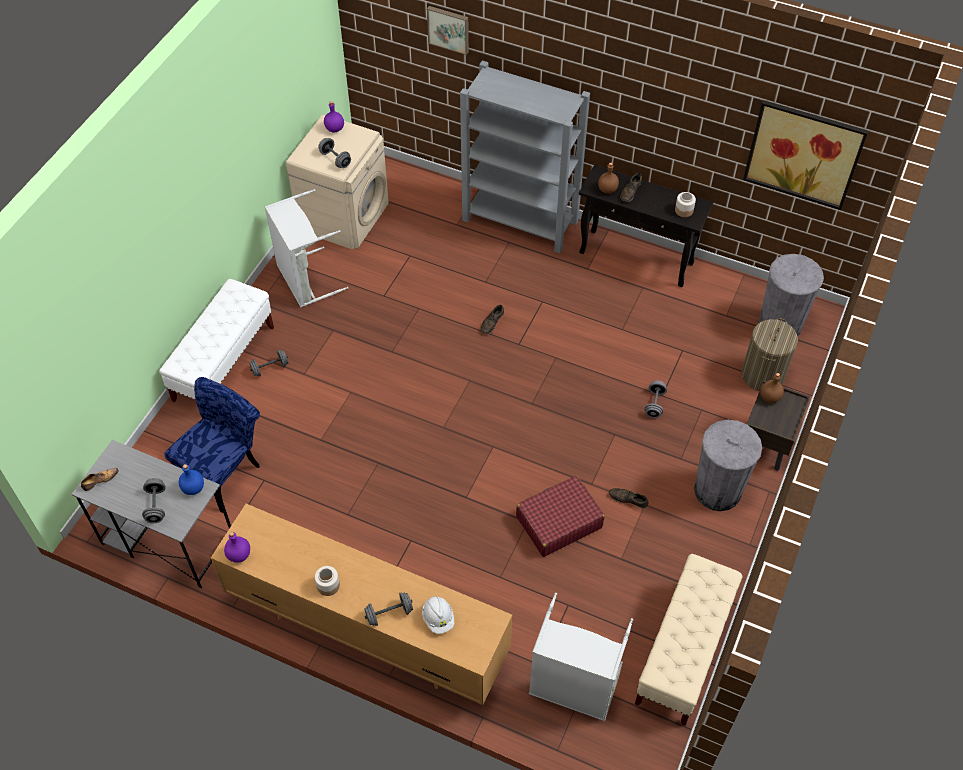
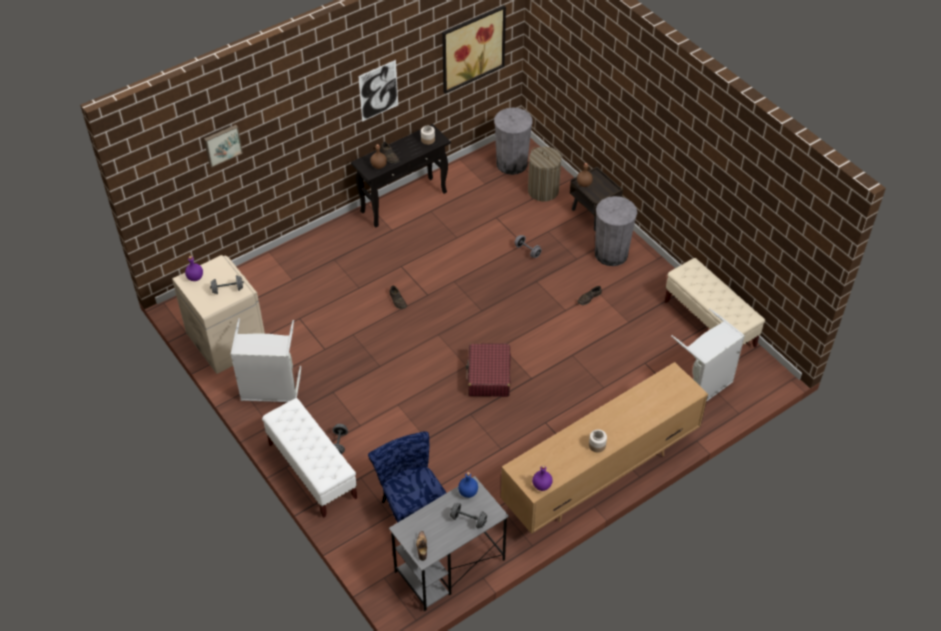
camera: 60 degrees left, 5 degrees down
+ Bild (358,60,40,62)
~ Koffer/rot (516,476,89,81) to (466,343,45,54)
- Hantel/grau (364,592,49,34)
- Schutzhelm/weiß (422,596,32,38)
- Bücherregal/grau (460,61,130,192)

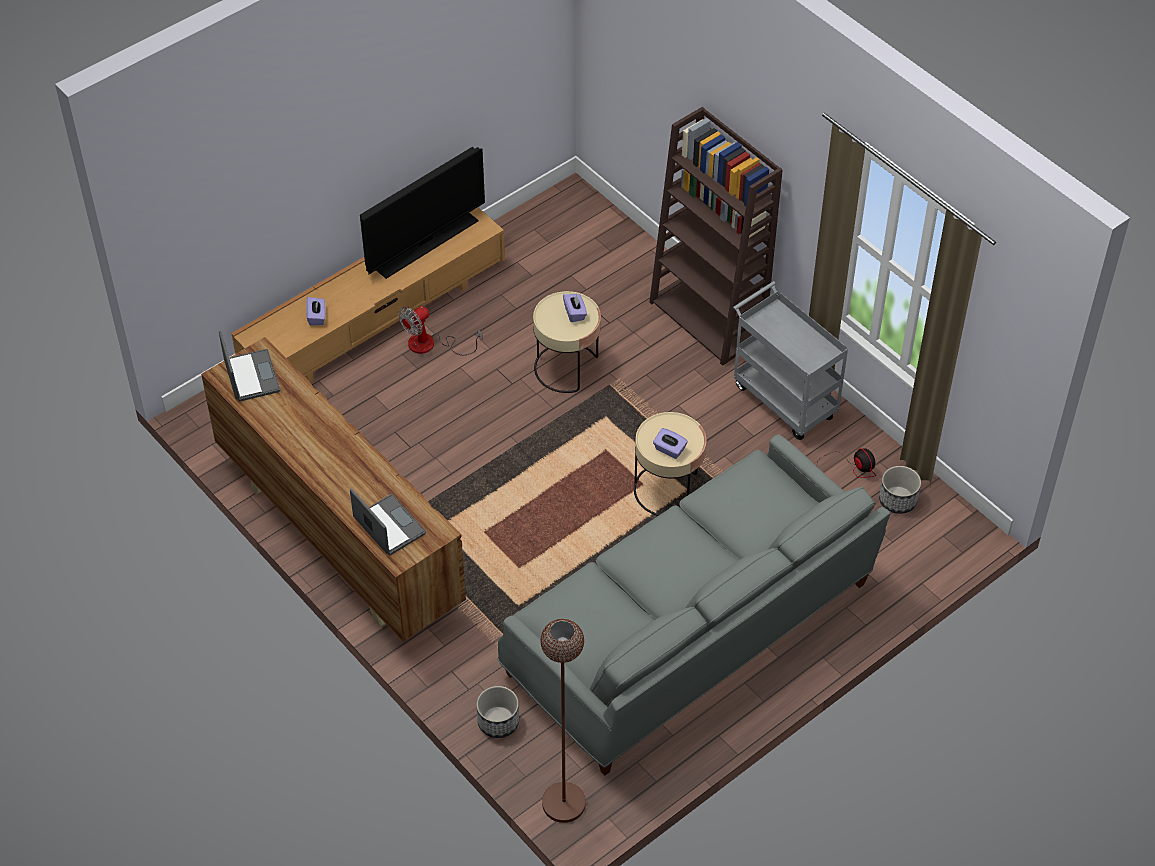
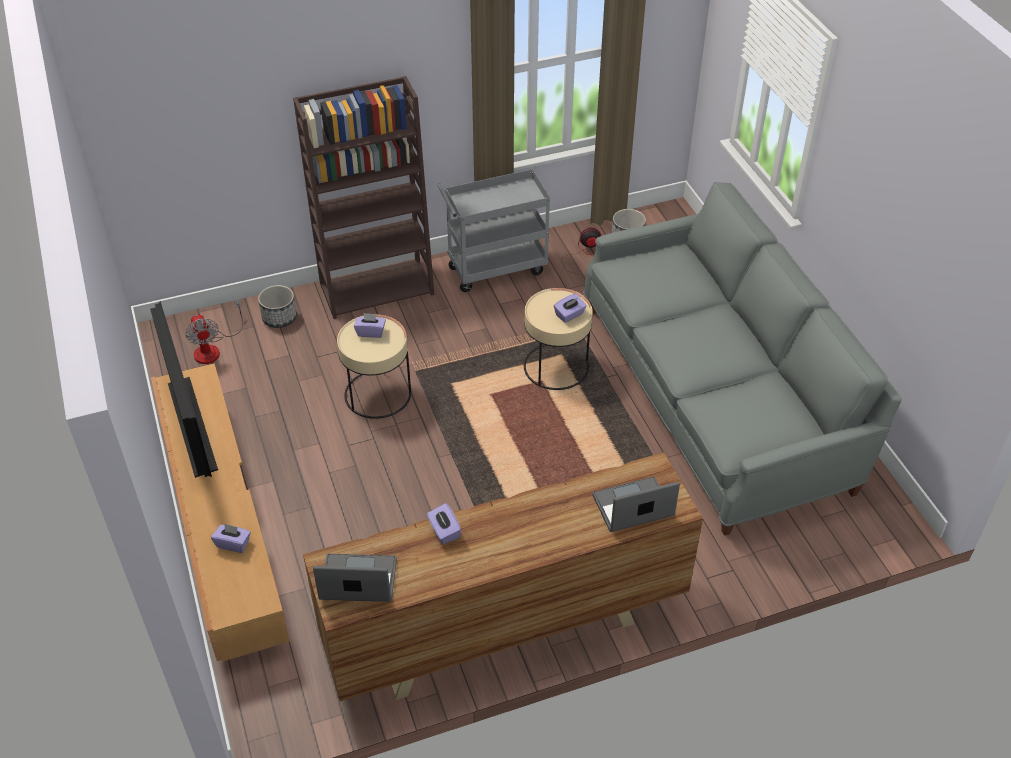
camera: 70 degrees left, 5 degrees down
~ Ventilator (399,306,84,49) to (186,299,57,65)
~ Pflanzkübel (476,686,43,52) to (258,285,39,43)
+ Taschentuchbox/lila (427,503,34,41)
- Stehlampe/braun (541,619,45,204)

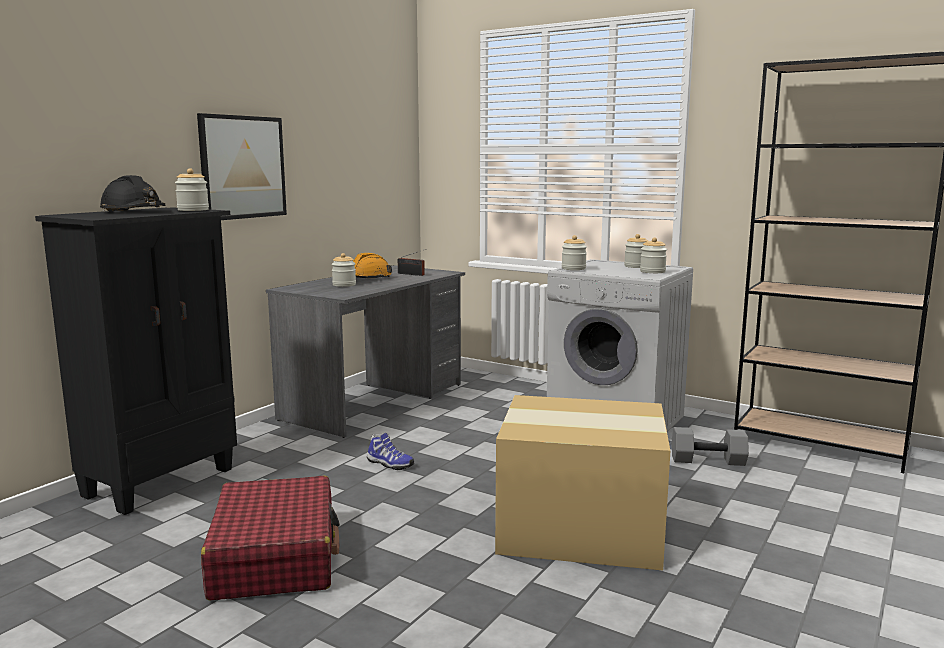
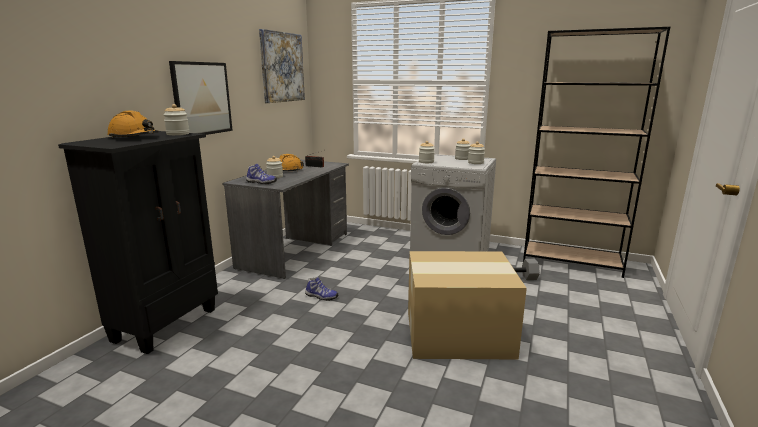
camera: 10 degrees left, 5 degrees up
~ Schutzhelm/schwarz (100,175,66,36) to Schutzhelm/orange (107,110,52,28)
+ Schuh (246,164,31,20)
+ Bild (259,29,46,74)
- Koffer/rot (201,476,139,124)

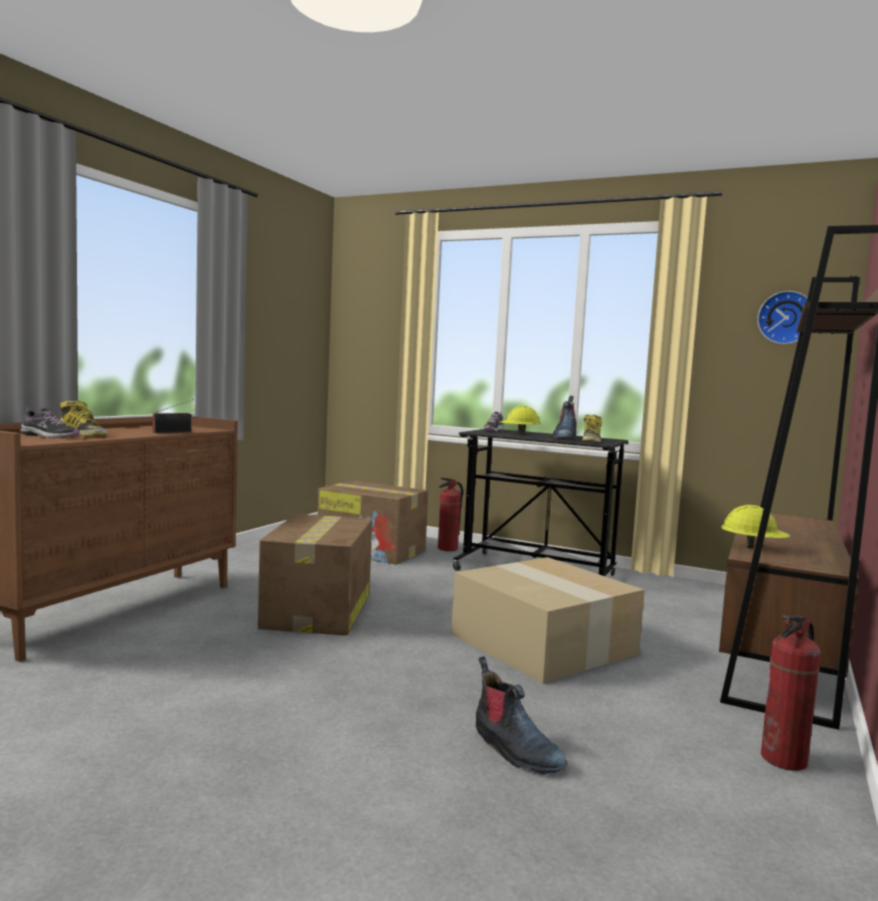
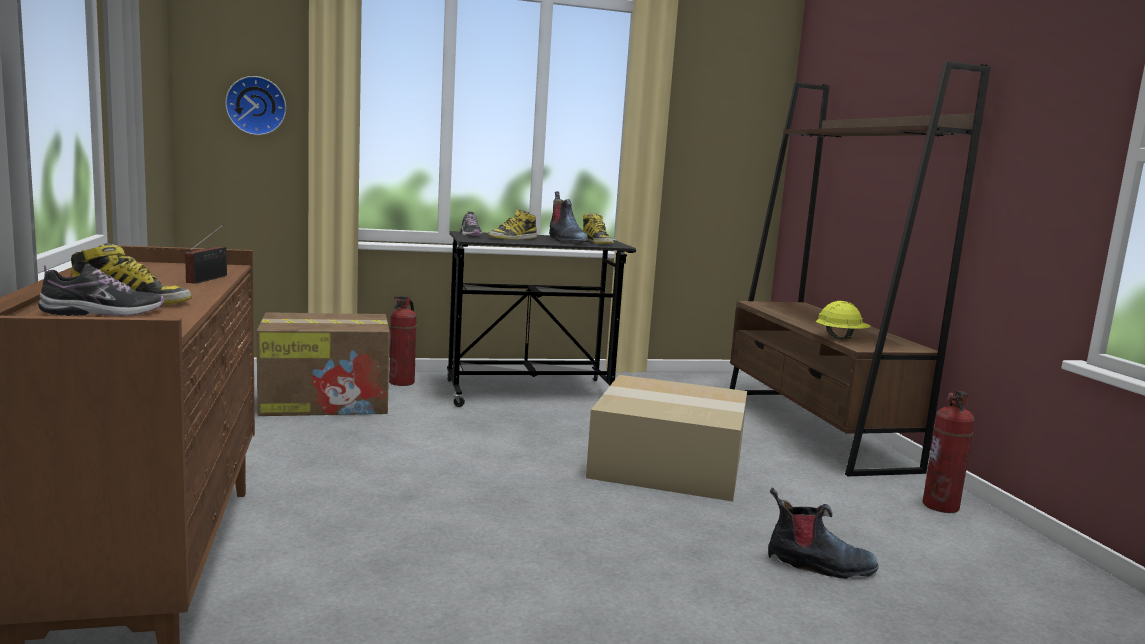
camera: 40 degrees left, 5 degrees up
~ Wanduhr (757,291,51,53) to (225,76,61,59)
~ Schutzhelm/gelb (500,406,41,28) to Stiefel (488,209,49,31)
- Karton (258,514,114,122)

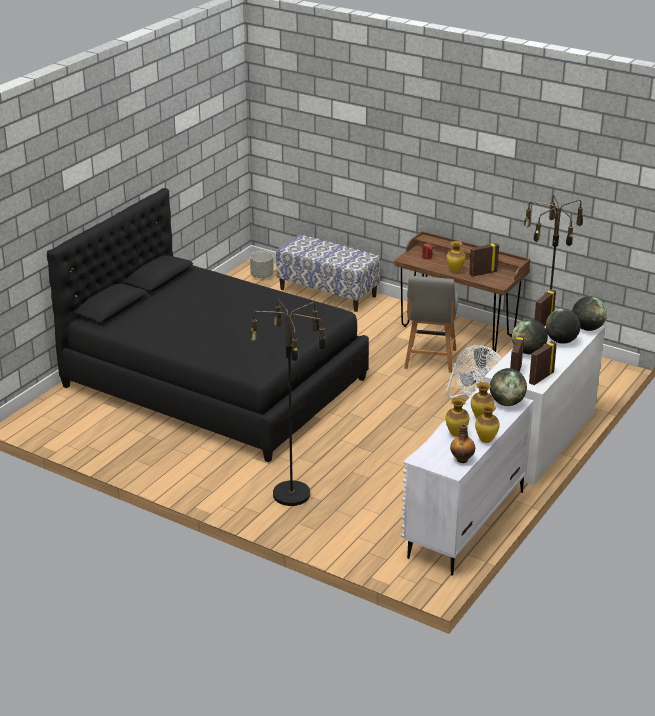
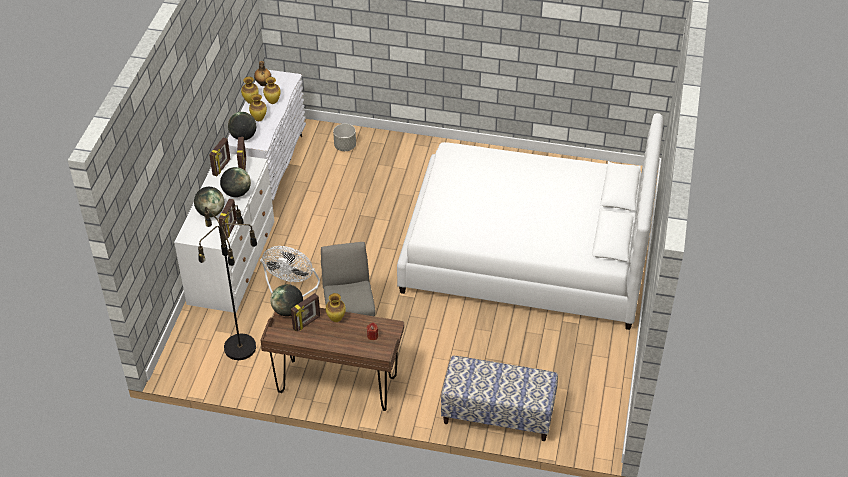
camera: 160 degrees right, 15 degrees up
~ Globus (572,296,35,35) to (270,284,33,32)
~ Pflanzkübel/grau (250,251,24,27) to (333,124,23,27)
~ Bett/schwarz (47,188,322,274) to Bett/weiß (397,113,267,217)
- Stehlampe (250,298,76,208)

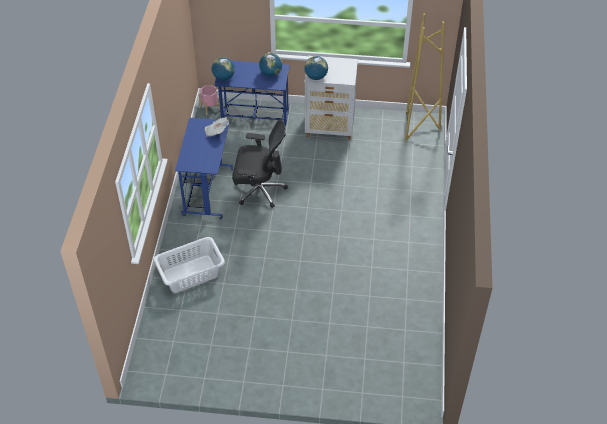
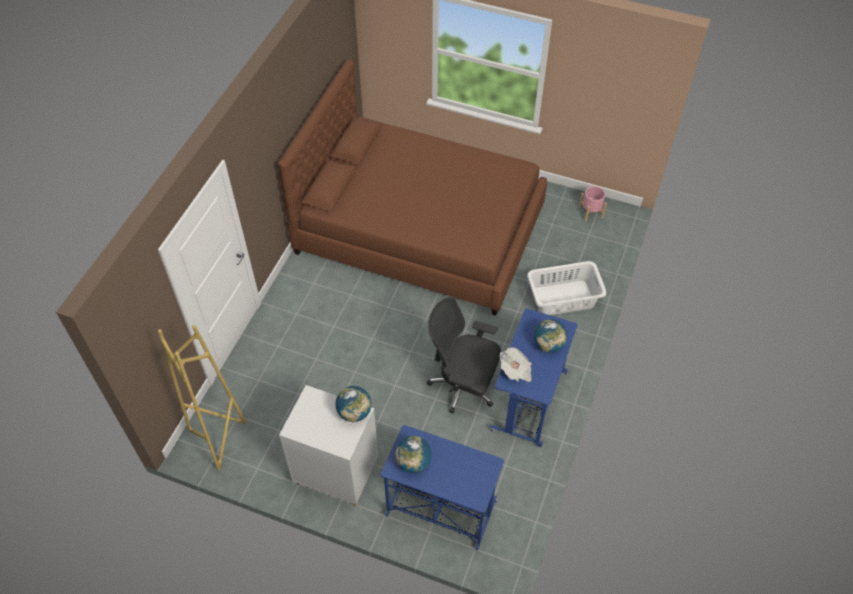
camera: 165 degrees left, 5 degrees up
+ Bett/braun (278,60,269,256)
~ Globus (212,57,23,24) to (534,319,34,34)
~ Pflanzkübel/rosa (199,85,21,30) to (579,186,28,35)

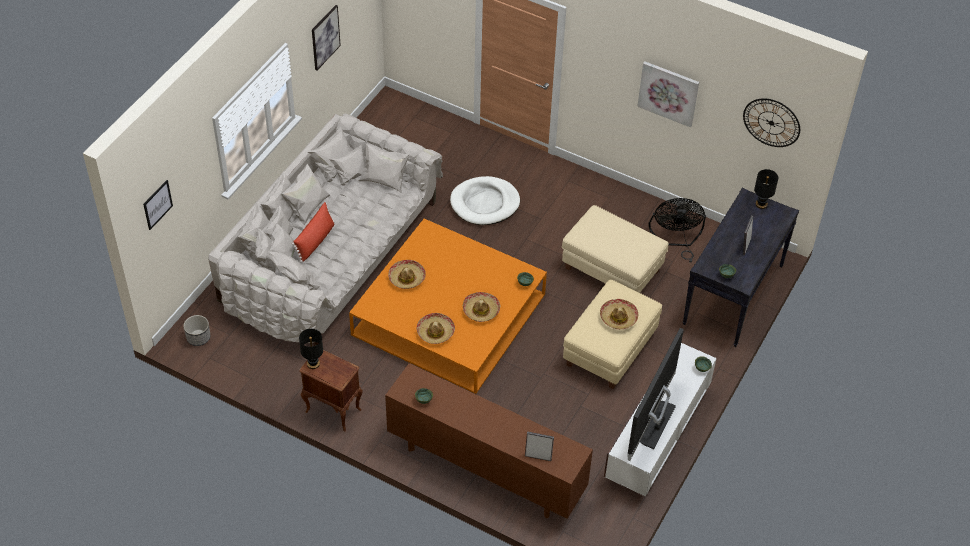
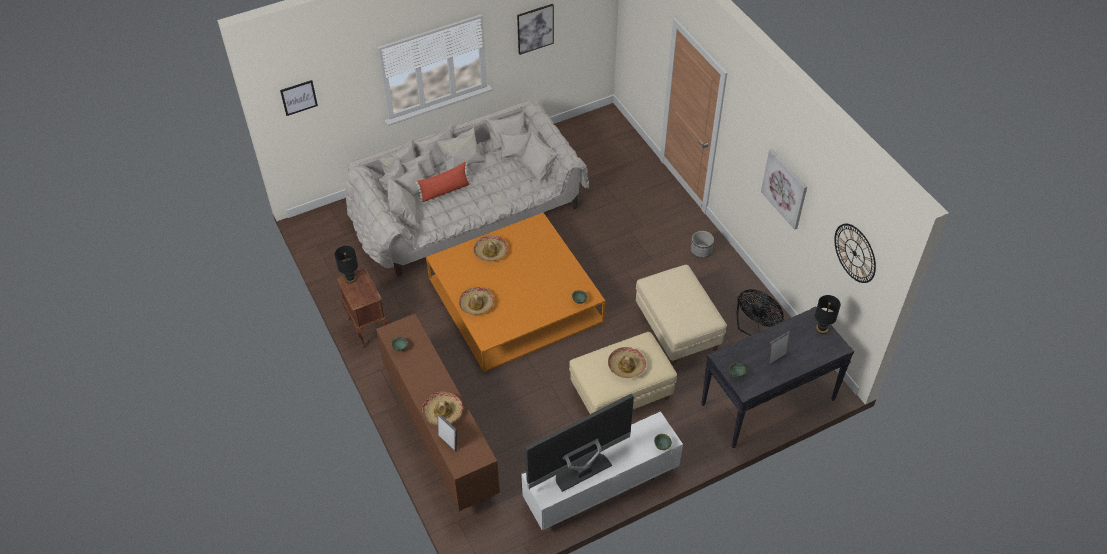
camera: 35 degrees right, 0 degrees up
~ Hut (463,292,37,30) to (422,391,41,34)
~ Pflanzkübel (183,315,27,31) to (691,231,23,27)
- Hundebett/weiß (450,176,70,49)

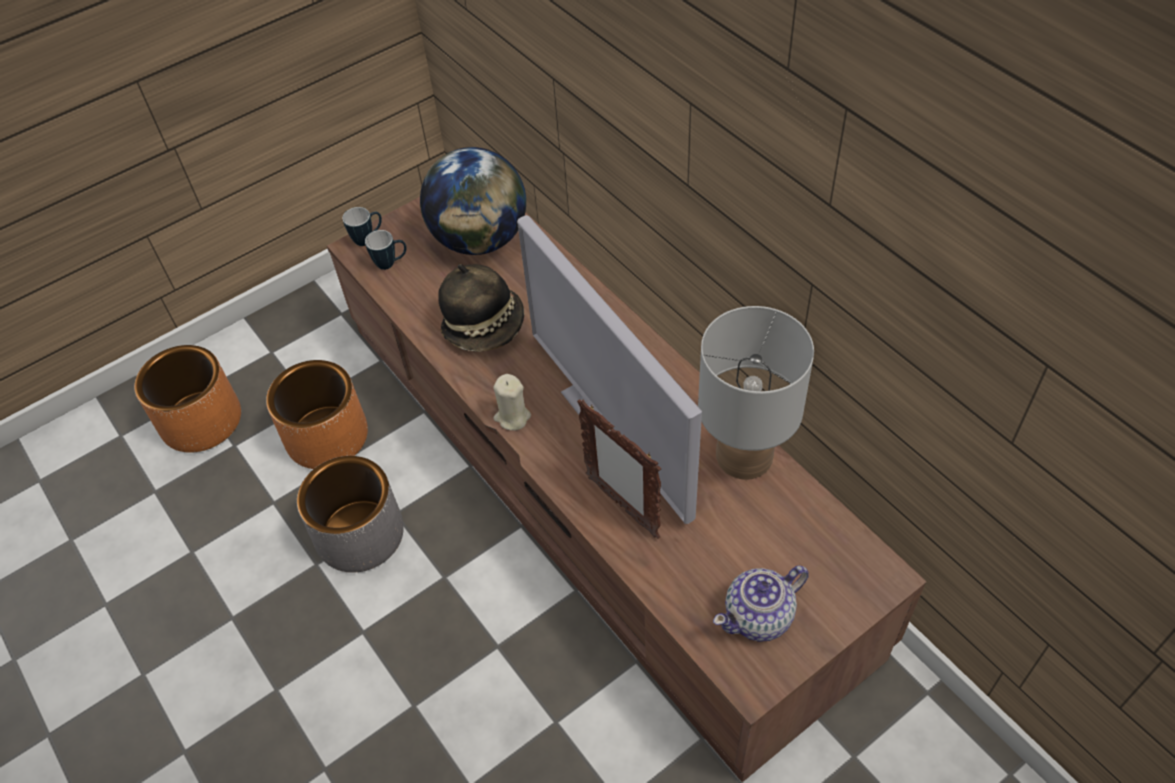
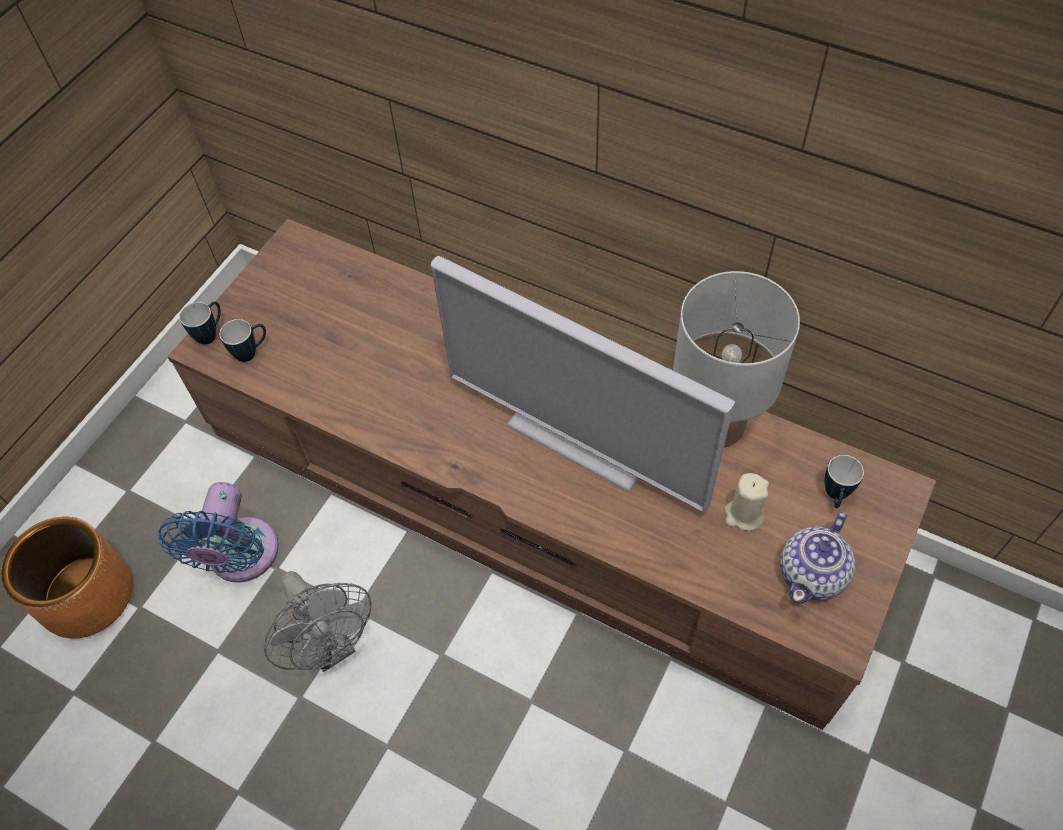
camera: 25 degrees left, 5 degrees up
~ Pflanzkübel/orange (266,360,102,109) to Ventilator/blau (158,482,121,101)
~ Pflanzkübel/grau (297,456,107,117) to Ventilator/grau (264,571,107,101)
~ Kerze/beige (493,374,38,57) to (725,473,44,58)
+ Henkelbecher (825,455,39,53)
- Globus (420,147,106,108)
- Hut (438,264,86,88)
- Bilderrahmen (577,399,84,140)

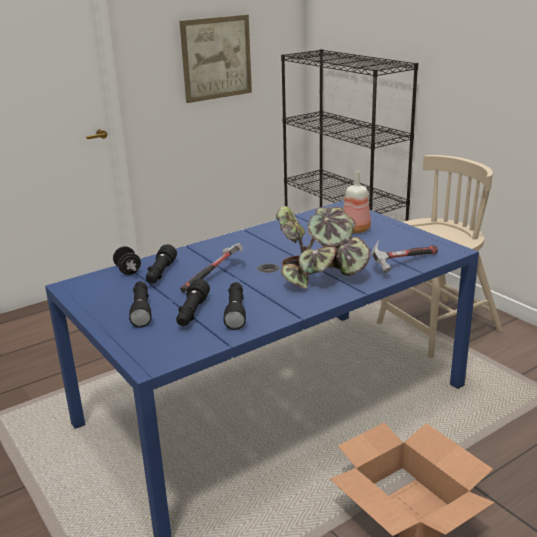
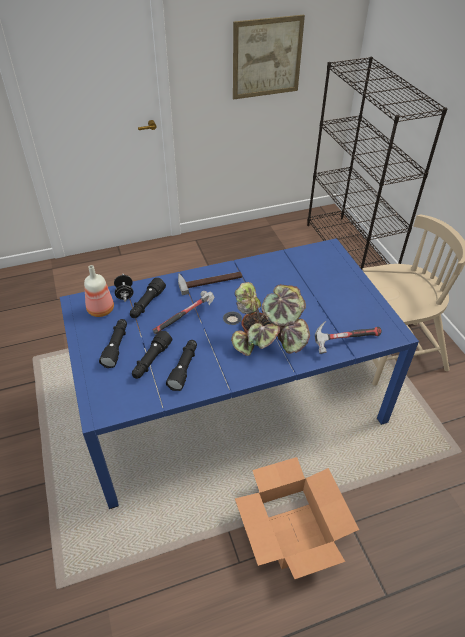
camera: 15 degrees right, 20 degrees up
~ Flasche (343,171,28,62) to (84,265,30,52)
+ Hammer (178,272,64,23)

